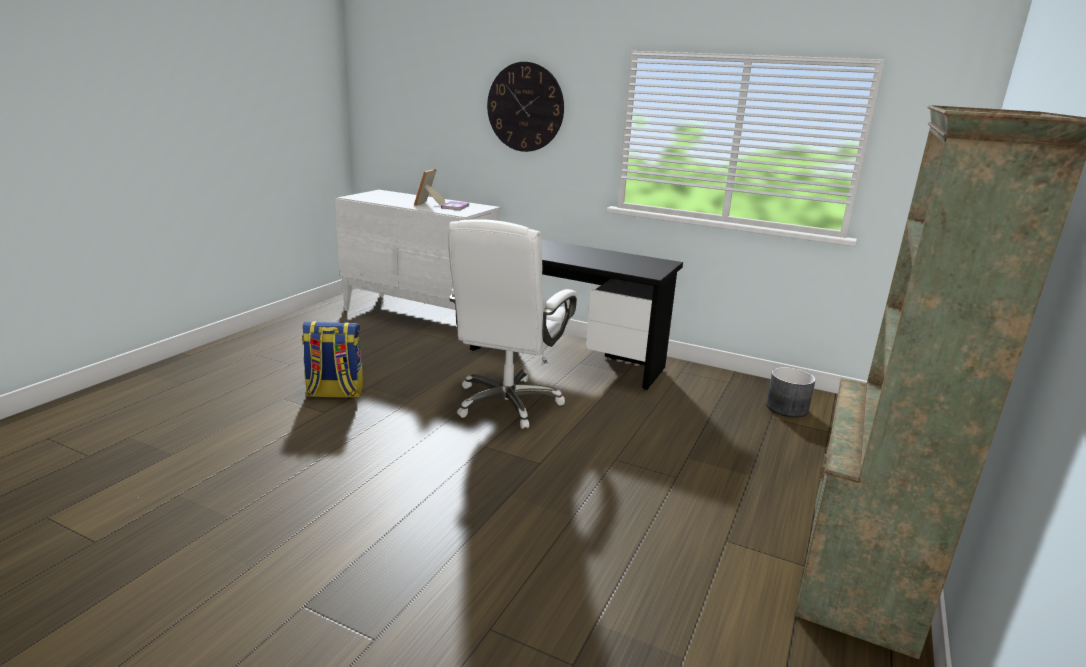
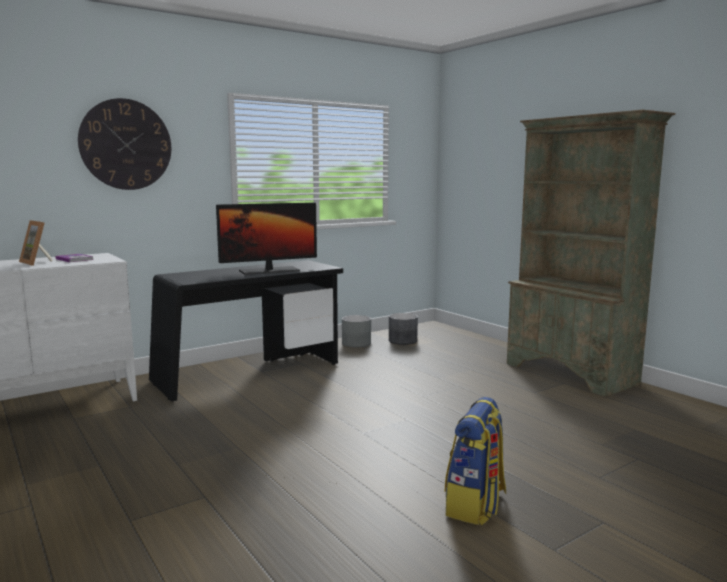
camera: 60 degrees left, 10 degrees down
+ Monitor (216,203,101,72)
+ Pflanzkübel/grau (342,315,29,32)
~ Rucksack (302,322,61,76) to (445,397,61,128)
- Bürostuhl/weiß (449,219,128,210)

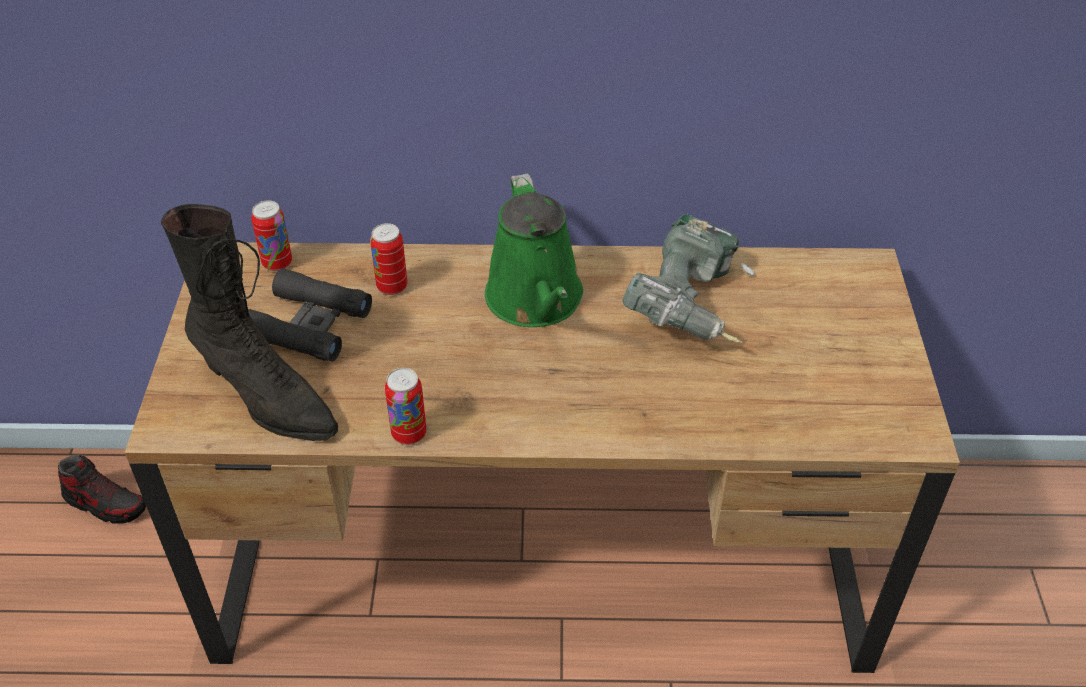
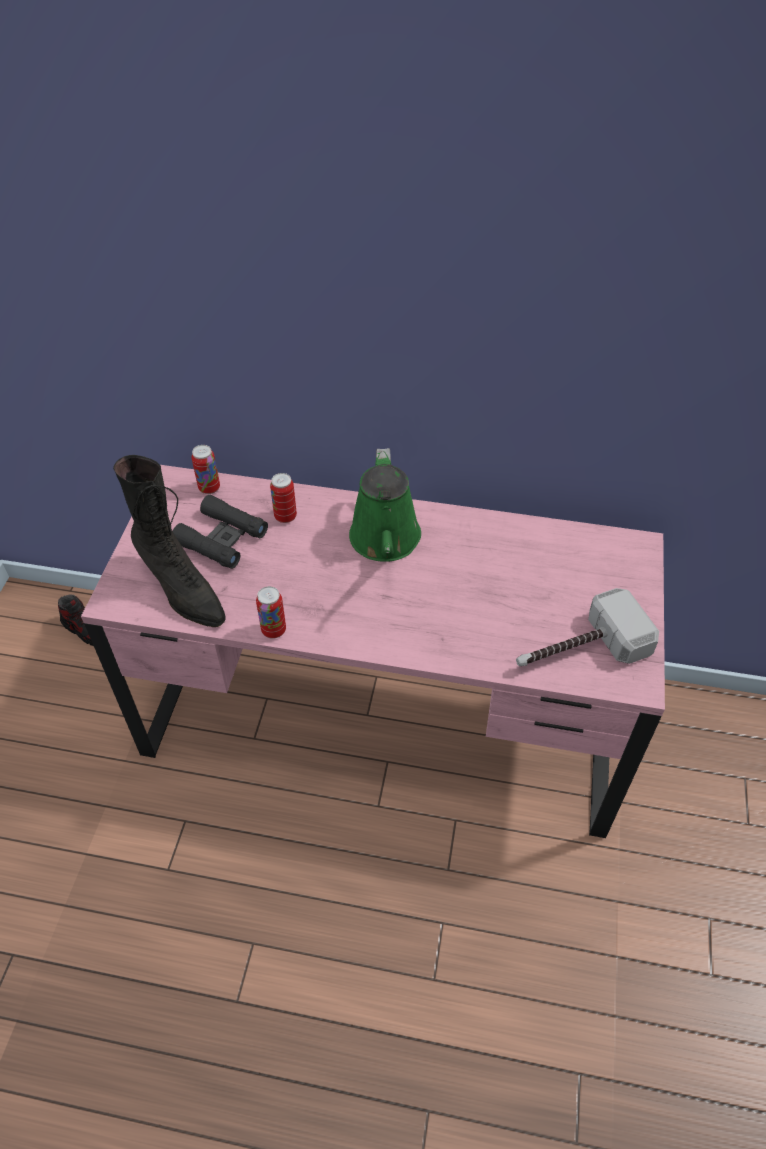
camera: 10 degrees right, 5 degrees up
~ Schreibtisch/braun (124,242,836,431) to Schreibtisch/rosa (81,465,584,373)
+ Hammer (516,588,143,78)
- Bohrmaschine (623,214,132,129)

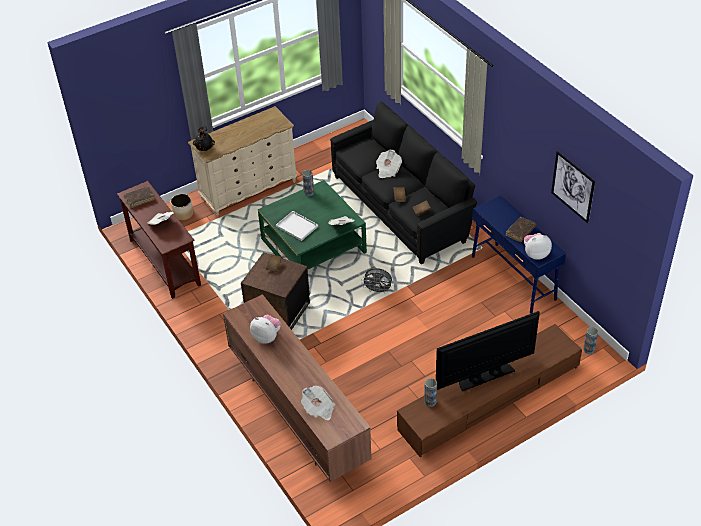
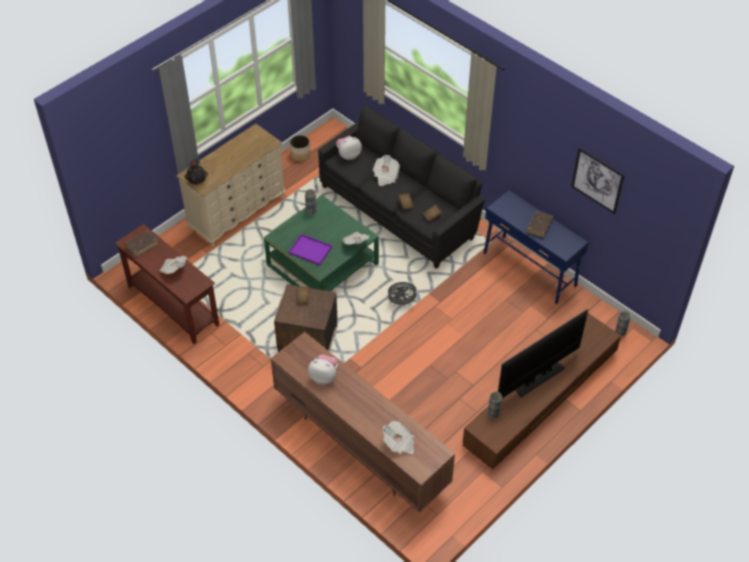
camera: 15 degrees left, 5 degrees up
~ Tablett/weiß (276,211,42,30) to Tablett/lila (289,234,43,31)
~ Pflanzkübel (171,194,23,27) to (290,135,21,26)
~ Plüschtier (524,233,28,27) to (336,136,26,24)

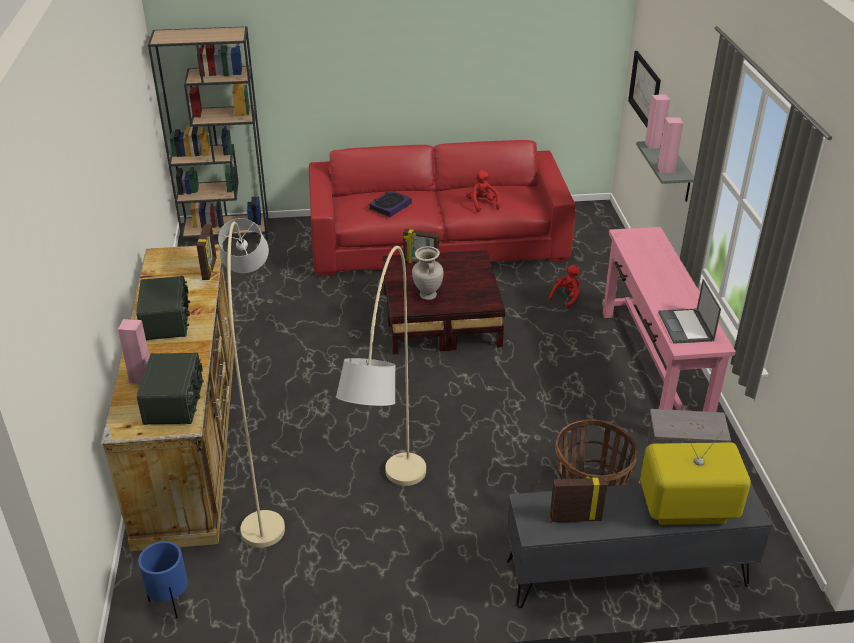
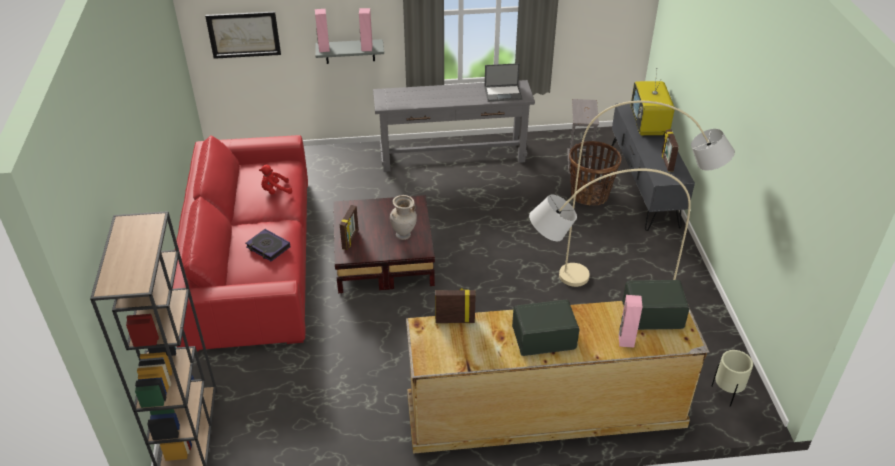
camera: 90 degrees left, 5 degrees up
~ Konsolentisch/rosa (602,227,134,185) to Konsolentisch/grau (373,80,162,92)
~ Pflanzkübel/blau (138,541,50,77) to Pflanzkübel/beige (711,350,42,57)
- Plüschtier/rot (548,265,32,44)

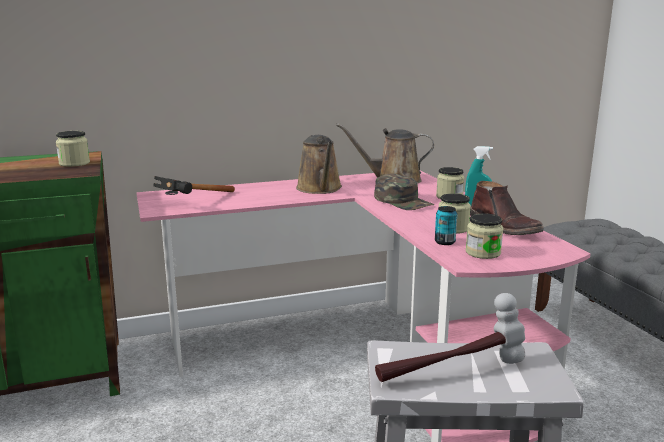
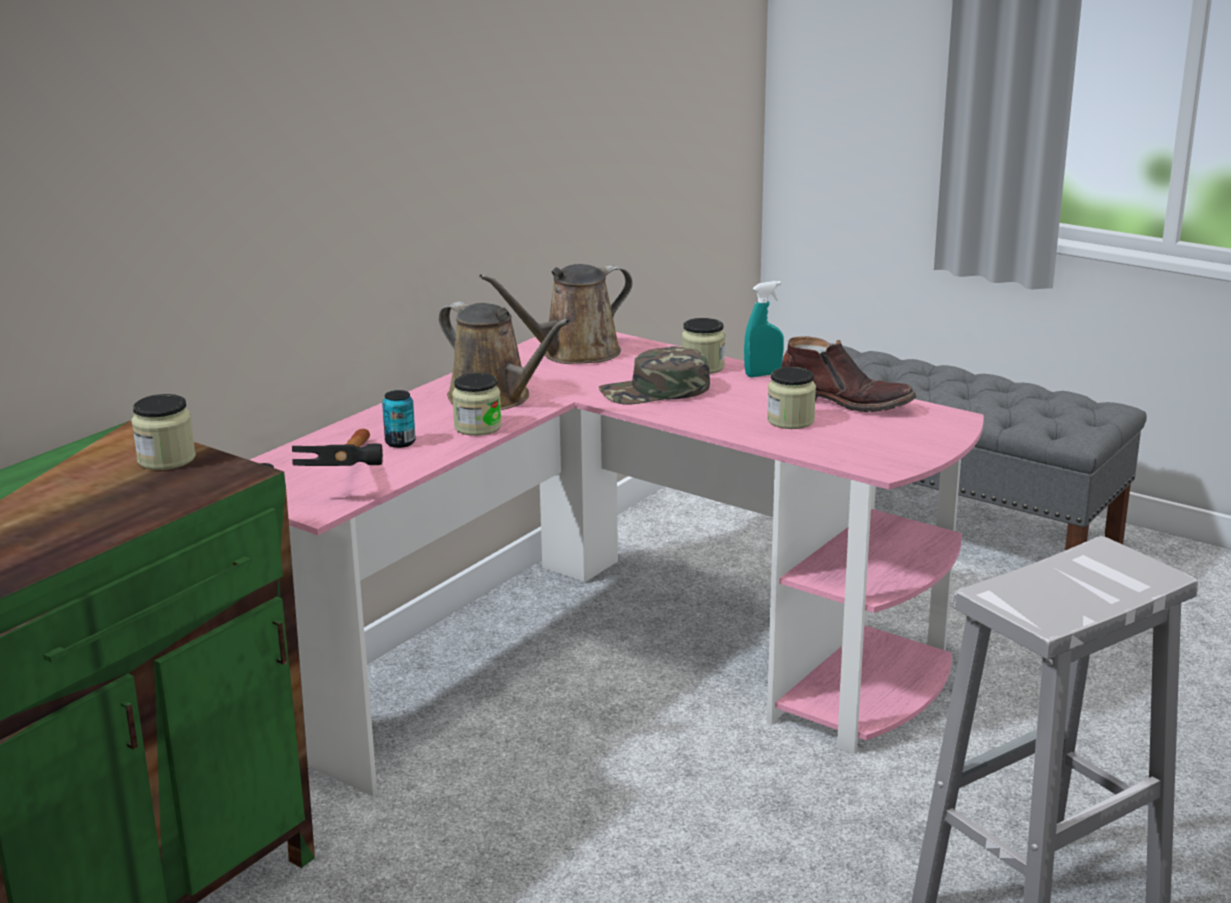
camera: 35 degrees left, 5 degrees up
~ Dose (435,206,22,39) to (382,390,34,58)
~ Vorratsglas (466,213,38,46) to (452,373,50,63)
~ Kappe/grün (374,174,60,36) = (599,346,111,59) 150 degrees clockwise
- Hammer (375,293,150,89)

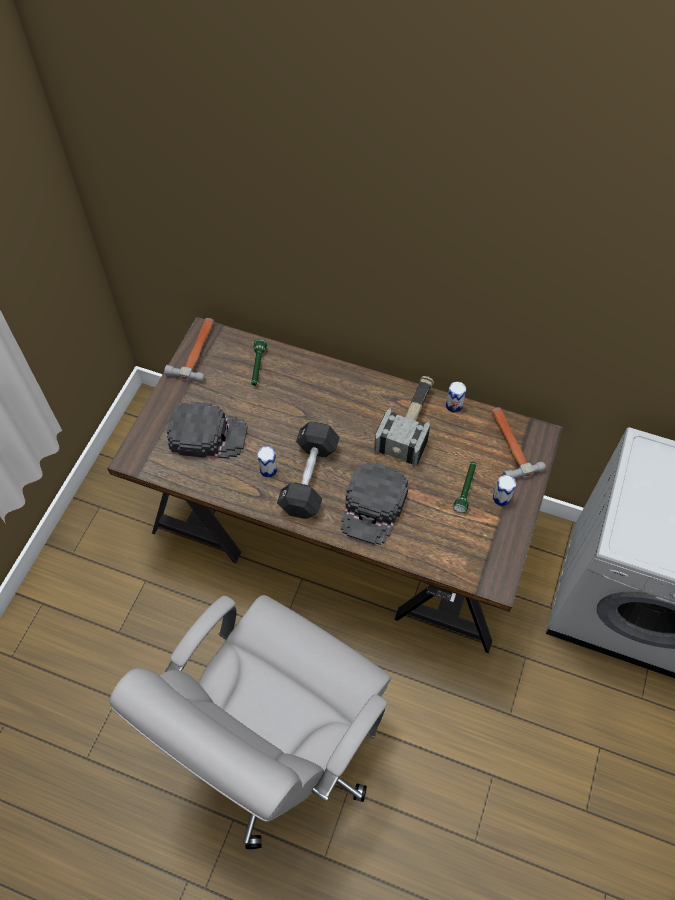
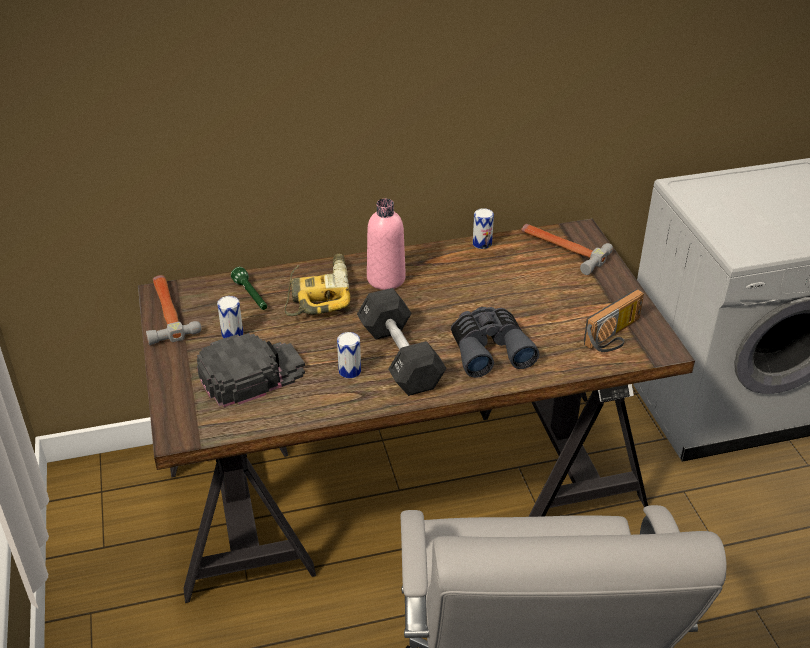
camera: 35 degrees left, 20 degrees down
~ Dose (493,475,23,31) to (217,296,26,42)
+ Bohrmaschine (284,254,66,62)
+ Flasche/rosa (367,199,39,91)
~ Kappe/schwarz (341,463,67,82) to Fernglas/grau (451,307,88,71)
+ Radio (584,289,60,63)
- Hammer (374,376,60,92)
- Taschenlampe/grün (453,461,23,52)

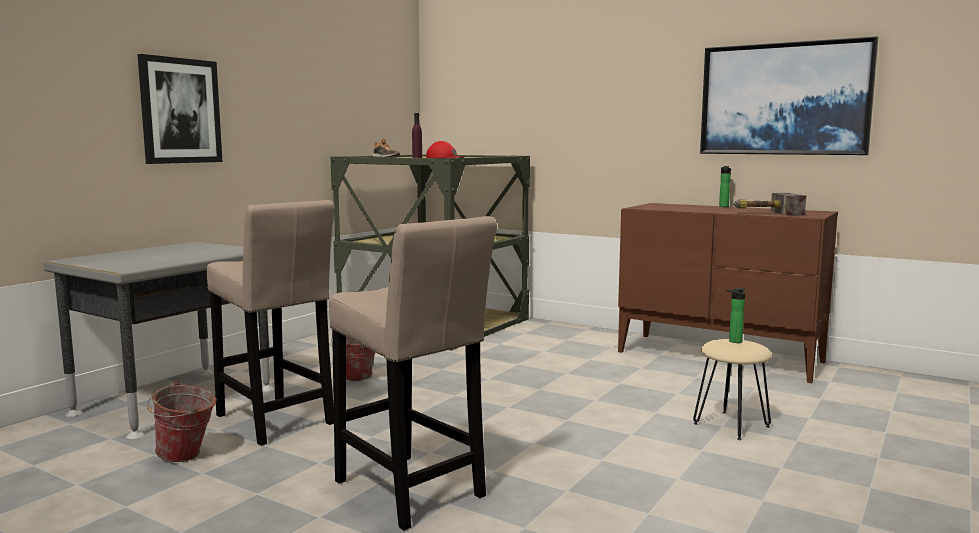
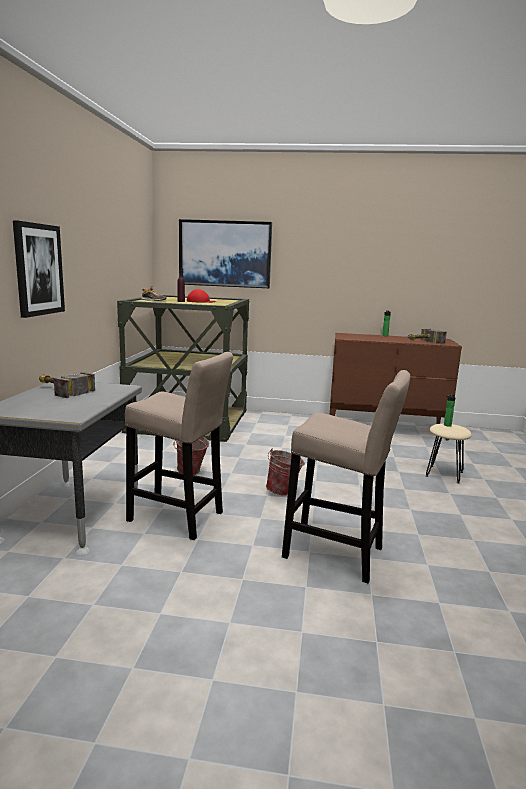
camera: 25 degrees left, 5 degrees up
+ Hammer (39,372,56,26)
~ Bild (700,36,178,119) to (179,219,93,69)
~ Eimer (147,381,70,81) to (266,449,39,46)

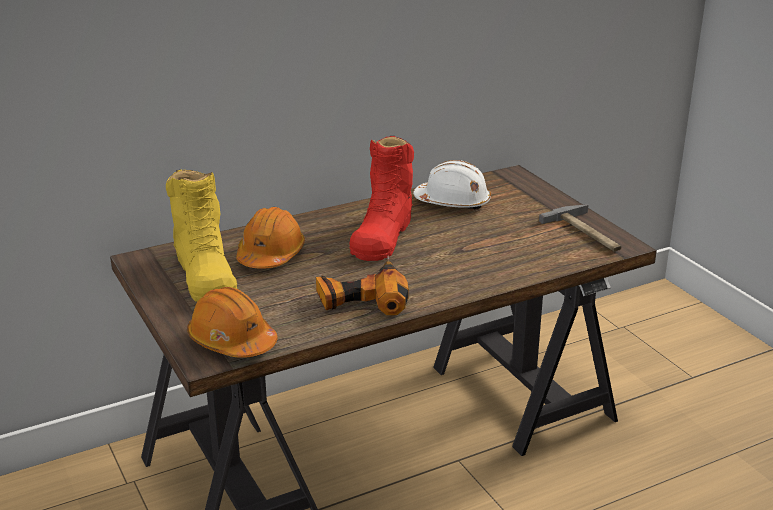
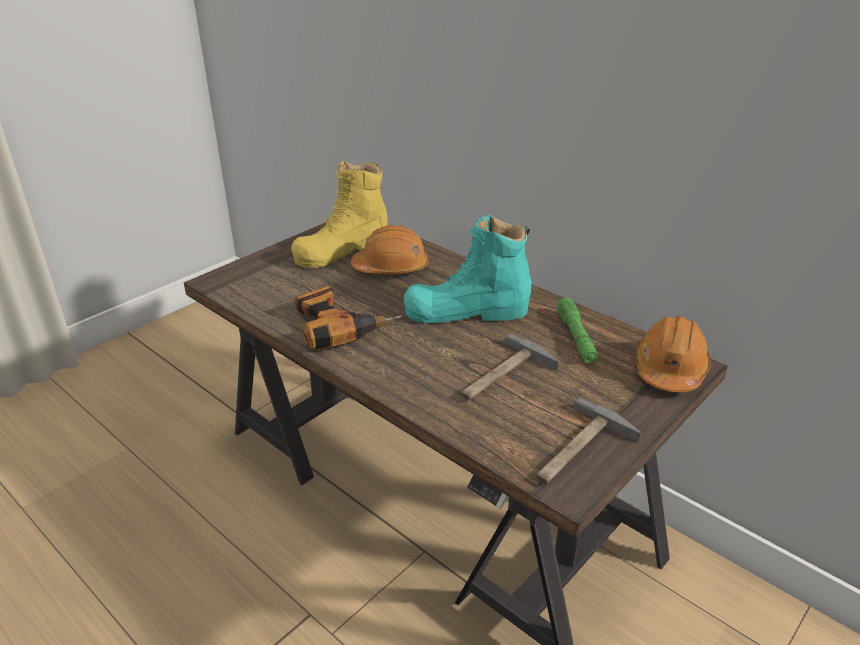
camera: 70 degrees right, 5 degrees up
~ Stiefel/rot (349,136,65,125) to Stiefel/türkis (404,215,127,109)
+ Hammer (461,333,98,67)
~ Schutzhelm/weiß (413,160,78,50) to Taschenlampe/grün (557,298,41,65)
~ Schutzhelm/orange (187,287,91,71) to (635,316,76,76)

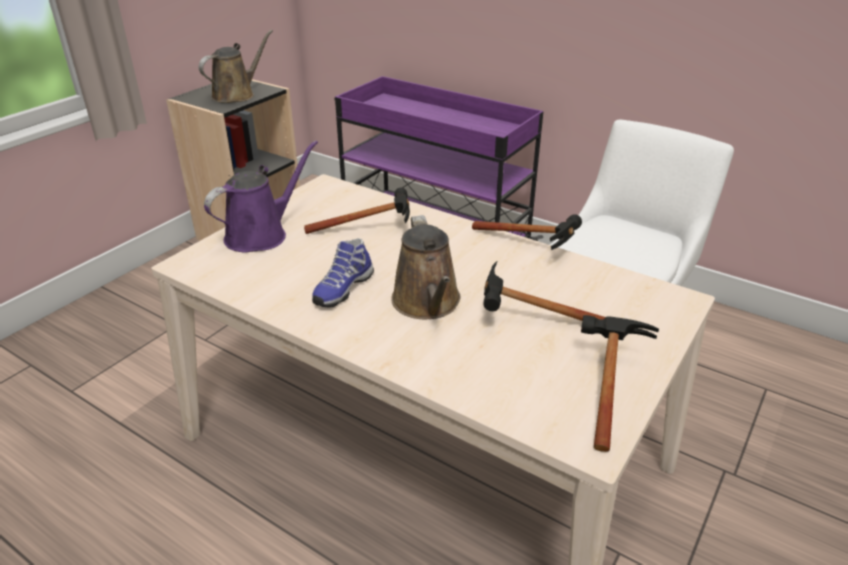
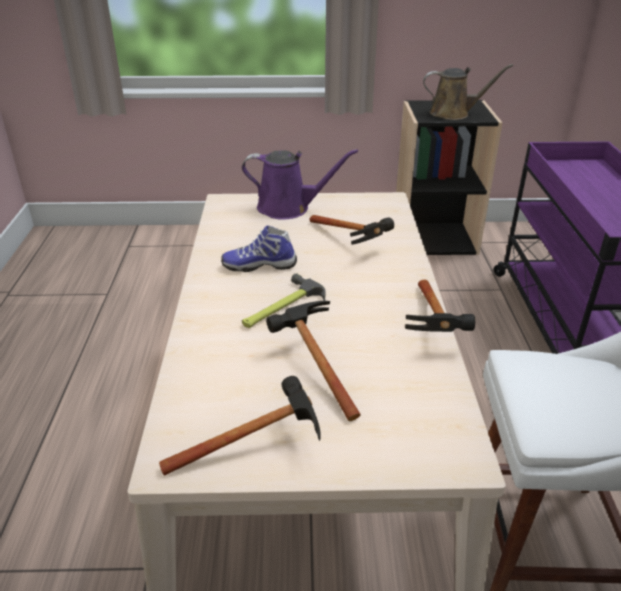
camera: 55 degrees right, 0 degrees up
~ Gießkanne/braun (391,215,70,104) to Hammer (242,273,83,55)

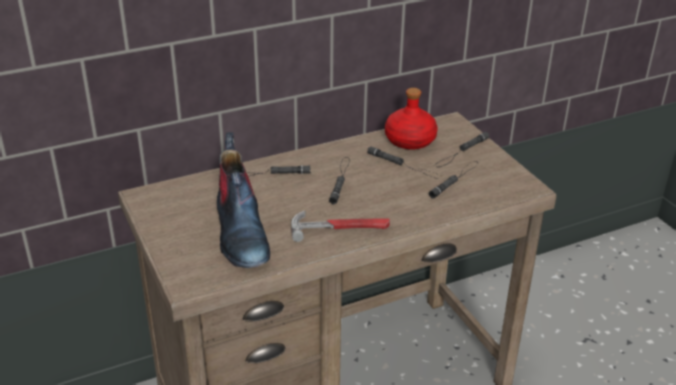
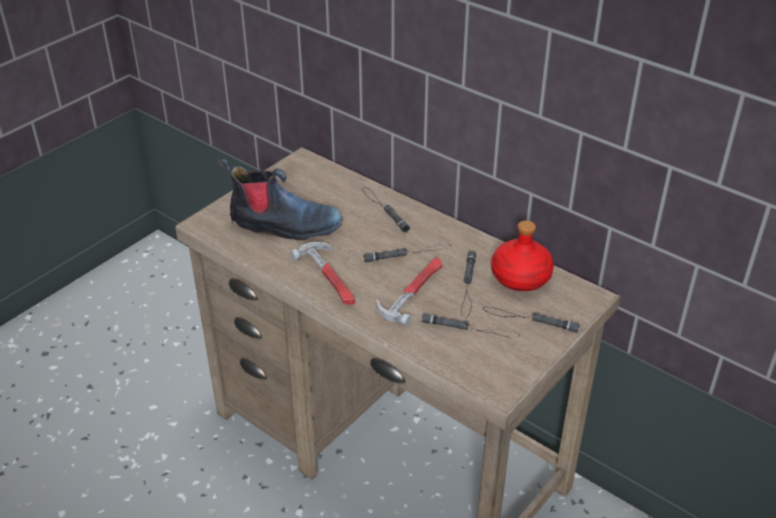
camera: 65 degrees right, 5 degrees up
~ Stiefel (217,132,53,136) = (218,156,124,84) 135 degrees counterclockwise
+ Hammer (377,257,65,69)

